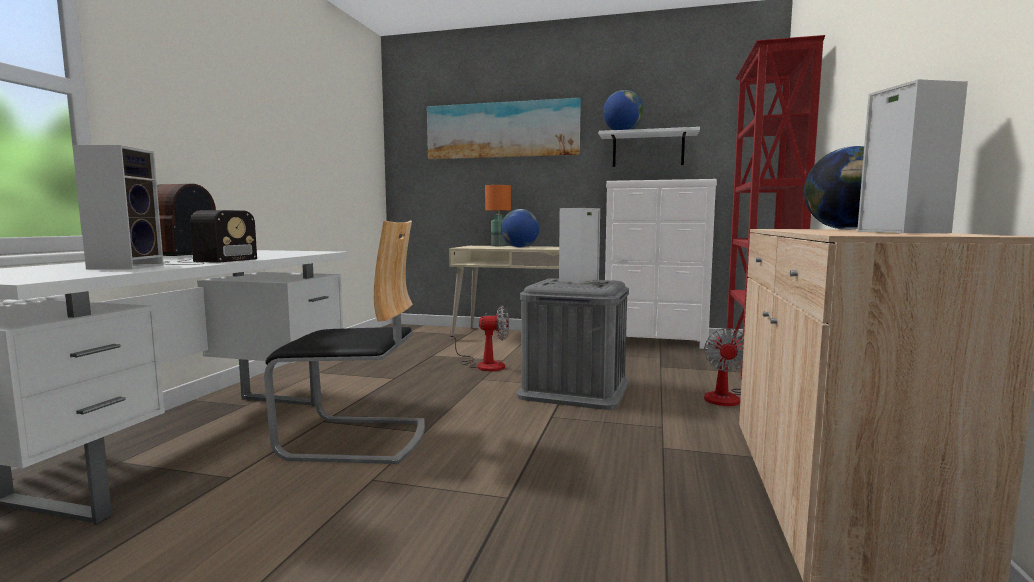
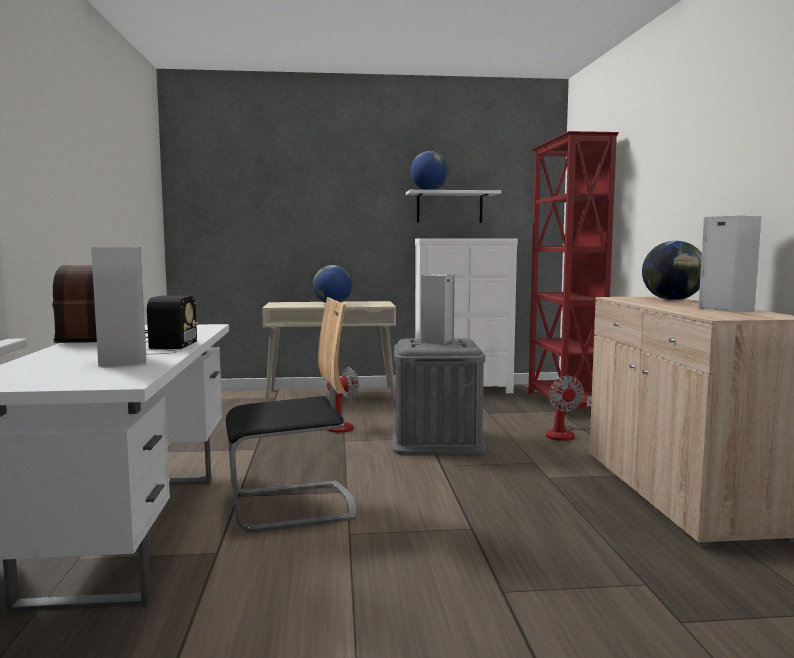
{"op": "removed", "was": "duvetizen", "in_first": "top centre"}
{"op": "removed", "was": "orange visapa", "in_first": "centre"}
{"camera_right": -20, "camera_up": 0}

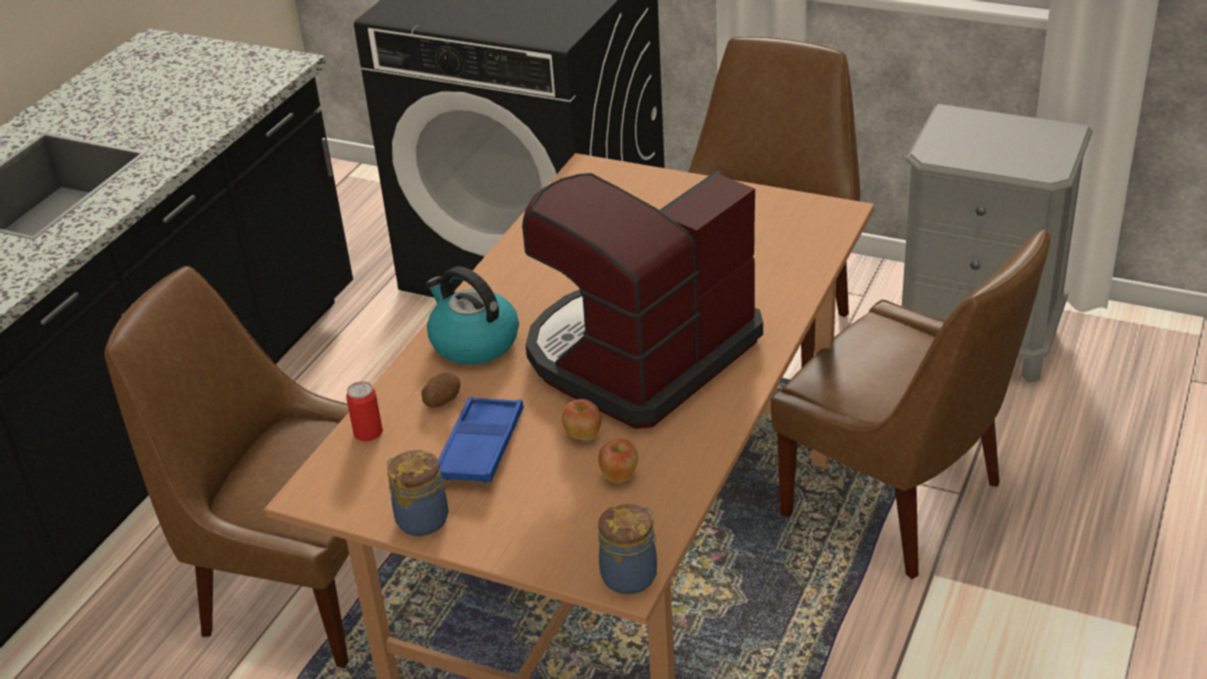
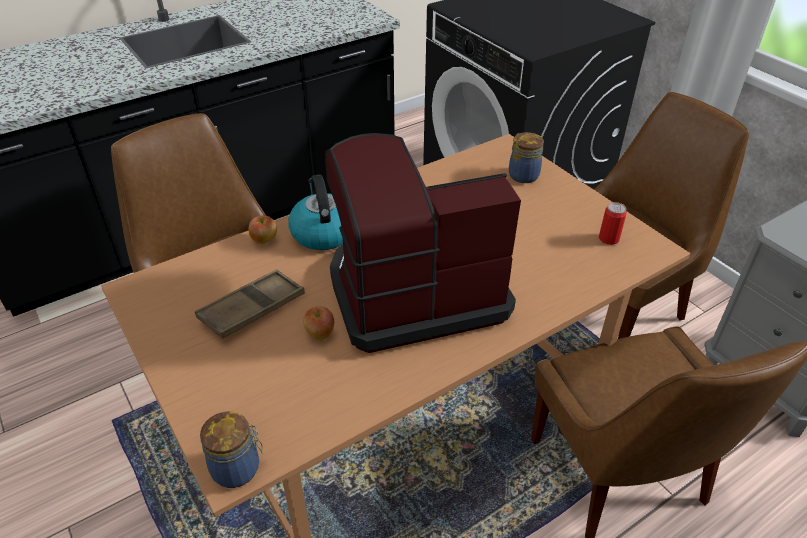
{"op": "moved", "was": "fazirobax", "in_first": "middle left", "in_second": "middle right"}
{"op": "moved", "was": "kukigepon (1st from left in the first image)", "now": "kukigepon (2nd from left)", "in_first": "bottom centre", "in_second": "top centre"}
{"op": "removed", "was": "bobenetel", "in_first": "centre"}
{"op": "recoloured", "was": "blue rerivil", "now": "brown rerivil", "in_first": "centre", "in_second": "middle left"}
{"op": "moved", "was": "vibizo (2nd from left in the first image)", "now": "vibizo (1st from left)", "in_first": "bottom centre", "in_second": "middle left"}
{"camera_right": 30, "camera_up": 5}

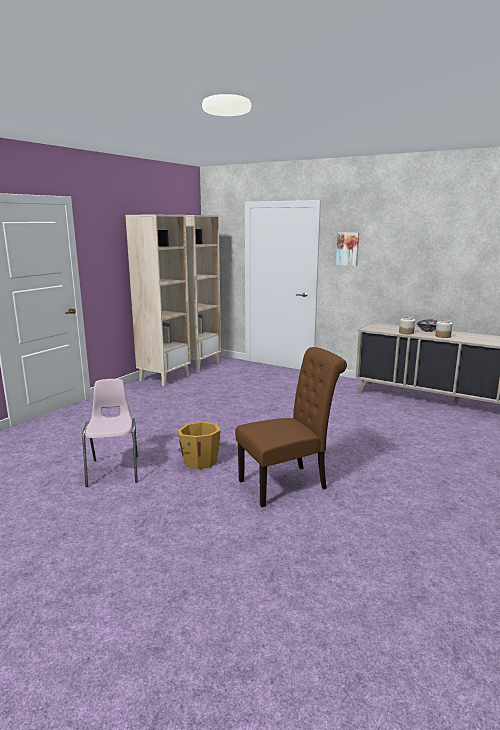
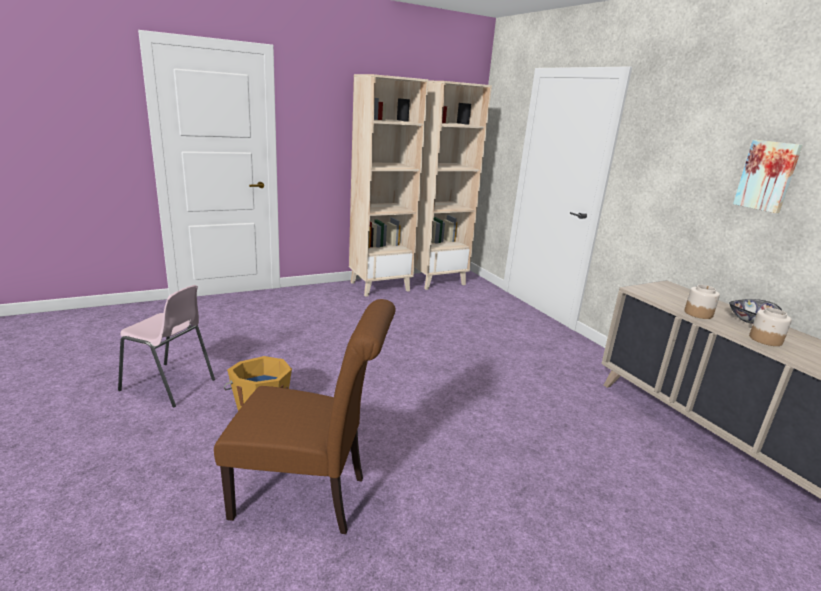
{"op": "turned", "was": "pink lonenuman", "in_first": "middle left", "in_second": "middle left", "clockwise": 90}
{"op": "moved", "was": "duvetizen", "in_first": "middle right", "in_second": "top right"}
{"camera_right": 30, "camera_up": 5}

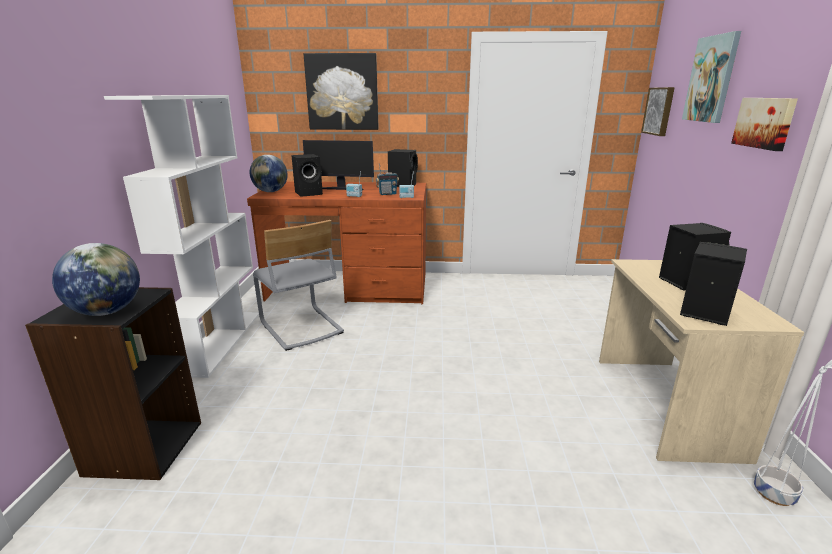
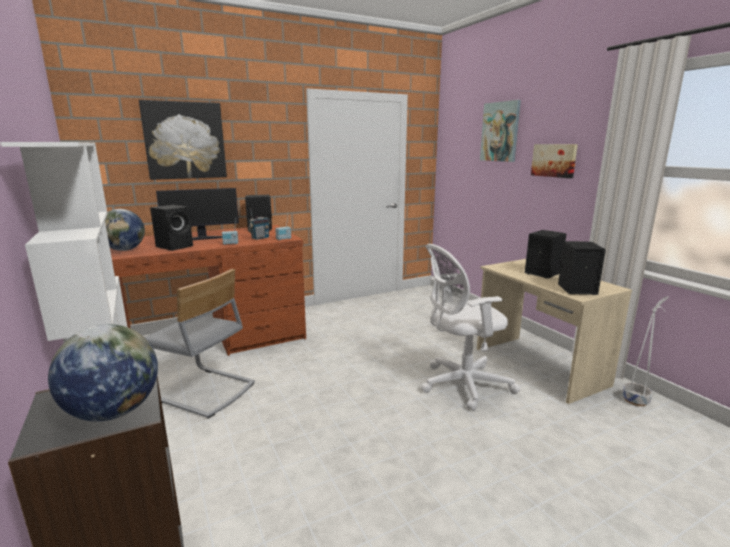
{"op": "removed", "was": "duvetizen (2nd from left)", "in_first": "top right"}
{"op": "added", "now": "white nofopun", "in_second": "centre"}
{"camera_right": -30, "camera_up": -5}

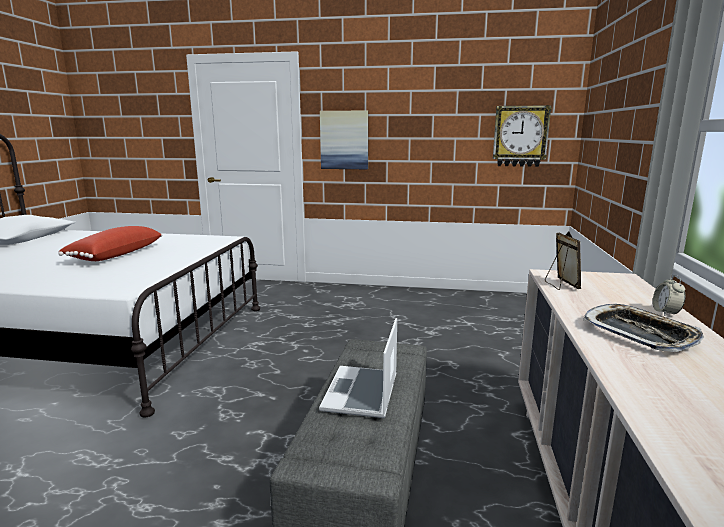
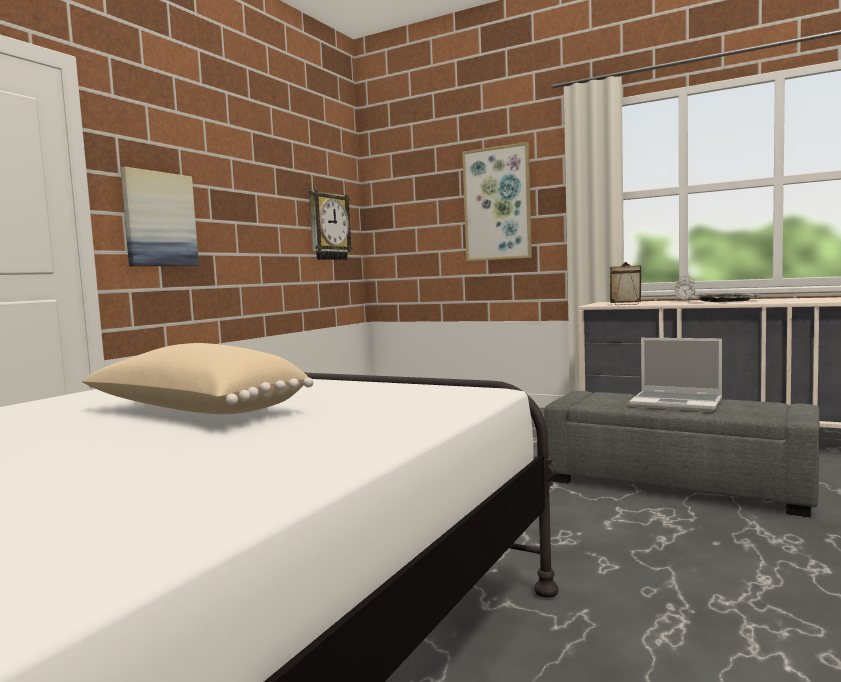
{"op": "recoloured", "was": "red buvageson", "now": "beige buvageson", "in_first": "middle left", "in_second": "middle left"}
{"op": "added", "now": "duvetizen (2nd from left)", "in_second": "top centre"}
{"camera_right": -70, "camera_up": -10}

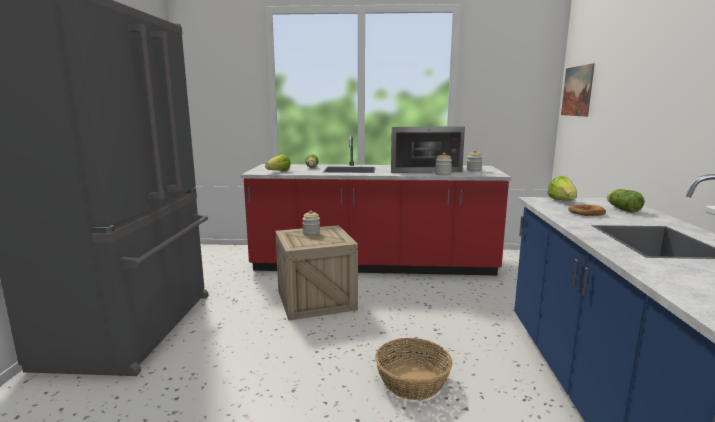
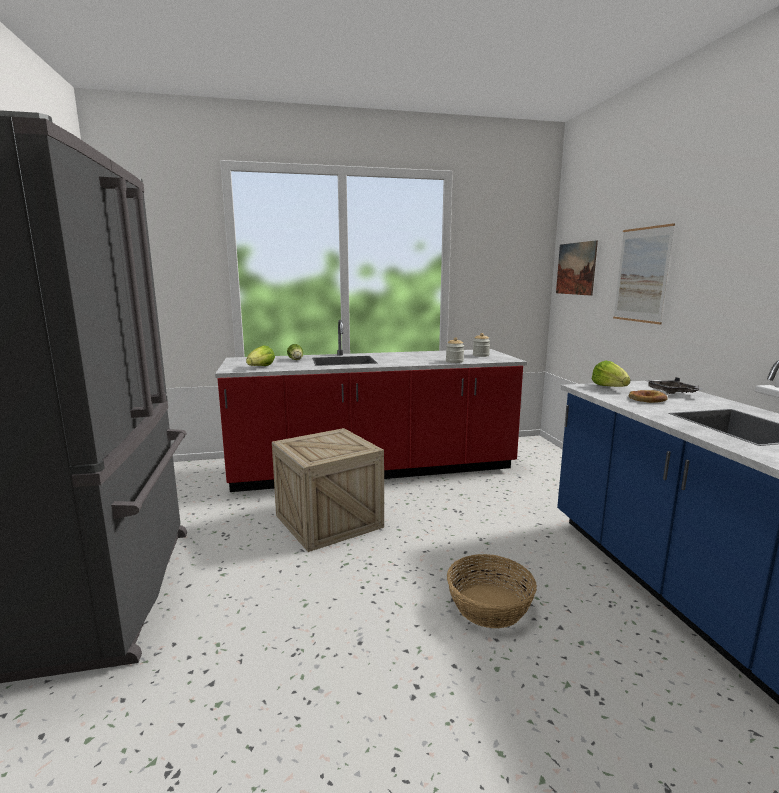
{"op": "removed", "was": "kukigepon (1st from left)", "in_first": "centre"}
{"op": "removed", "was": "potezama", "in_first": "centre"}
{"op": "replaced", "was": "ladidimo (4th from left)", "now": "grey rerivil", "in_first": "middle right", "in_second": "middle right"}
{"op": "added", "now": "duvetizen (2nd from left)", "in_second": "middle right"}
{"camera_right": -15, "camera_up": 0}

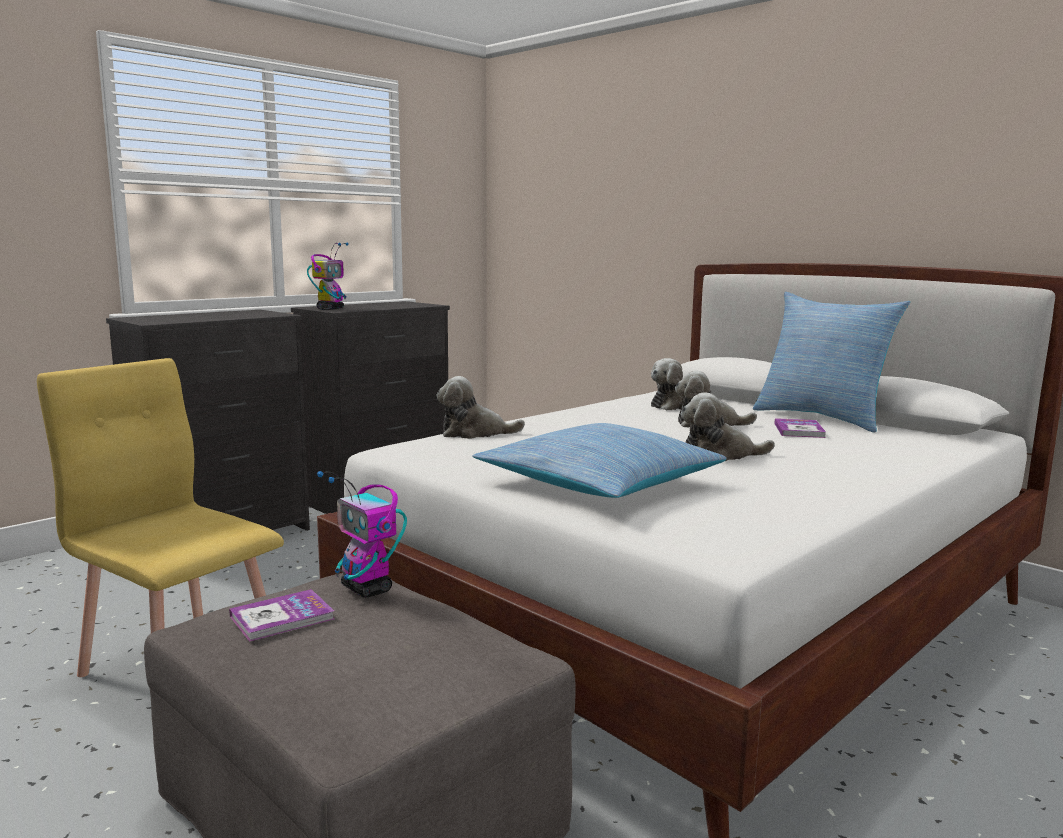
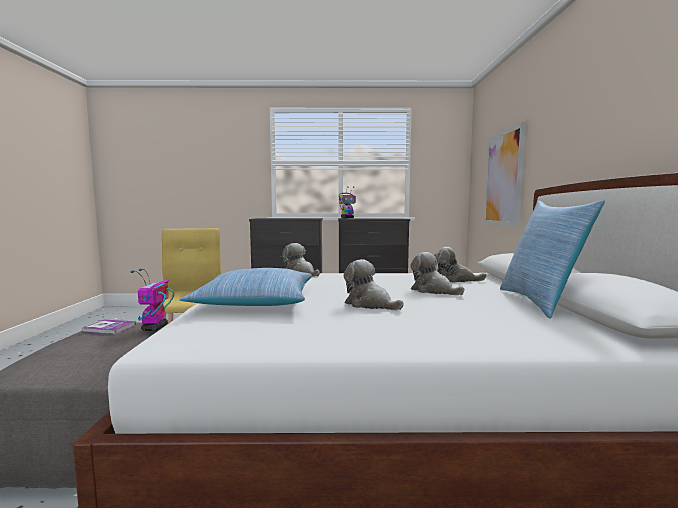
{"op": "removed", "was": "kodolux (2nd from left)", "in_first": "middle right"}
{"op": "added", "now": "duvetizen", "in_second": "middle right"}
{"camera_right": 45, "camera_up": -5}

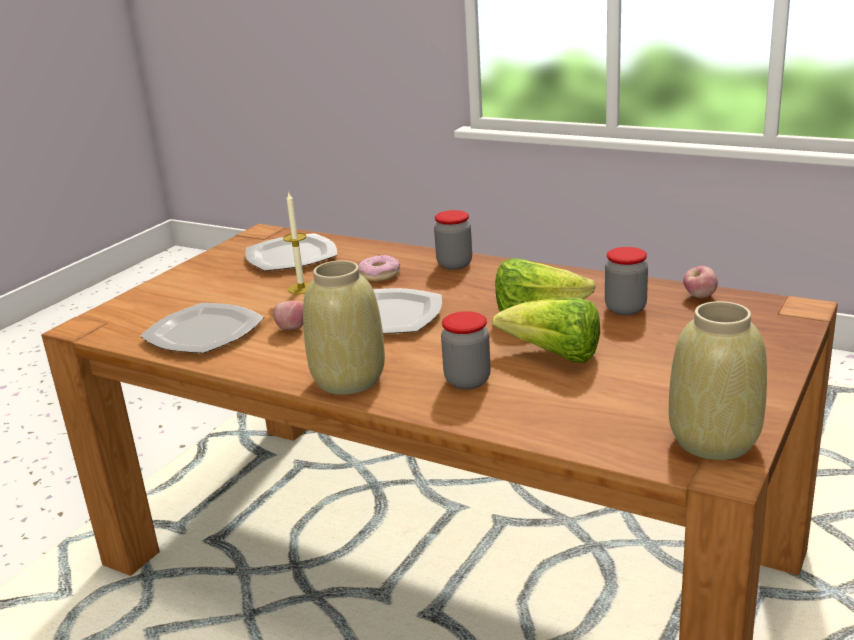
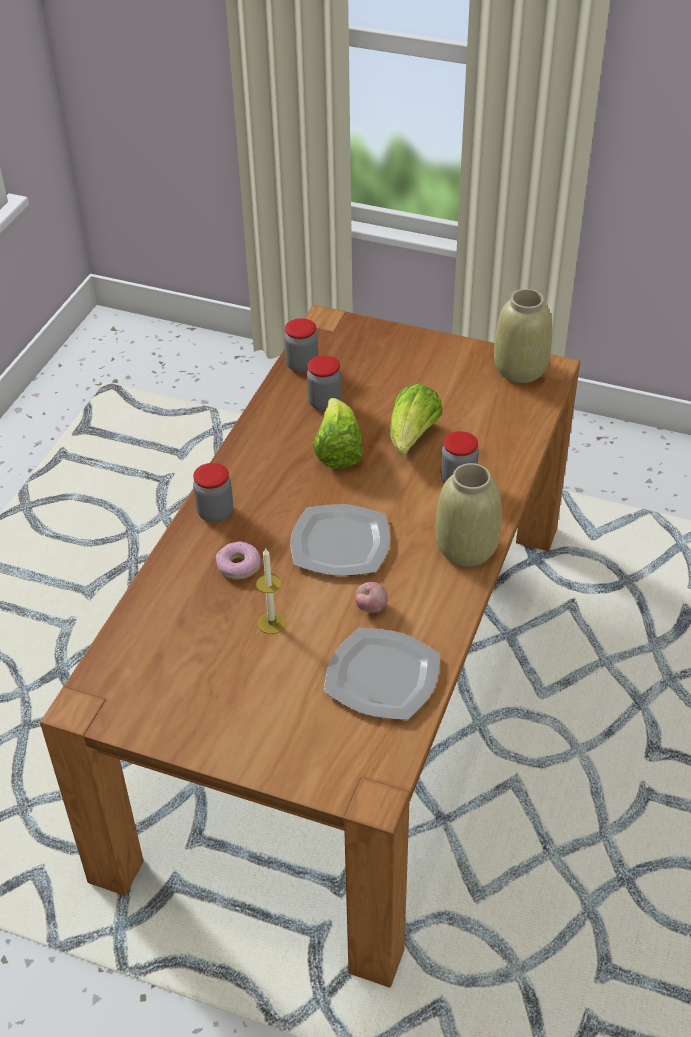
{"op": "removed", "was": "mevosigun (2nd from left)", "in_first": "centre"}
{"op": "replaced", "was": "vibizo (2nd from left)", "now": "kukigepon (2nd from left)", "in_first": "middle right", "in_second": "top centre"}
{"camera_right": -100, "camera_up": 20}

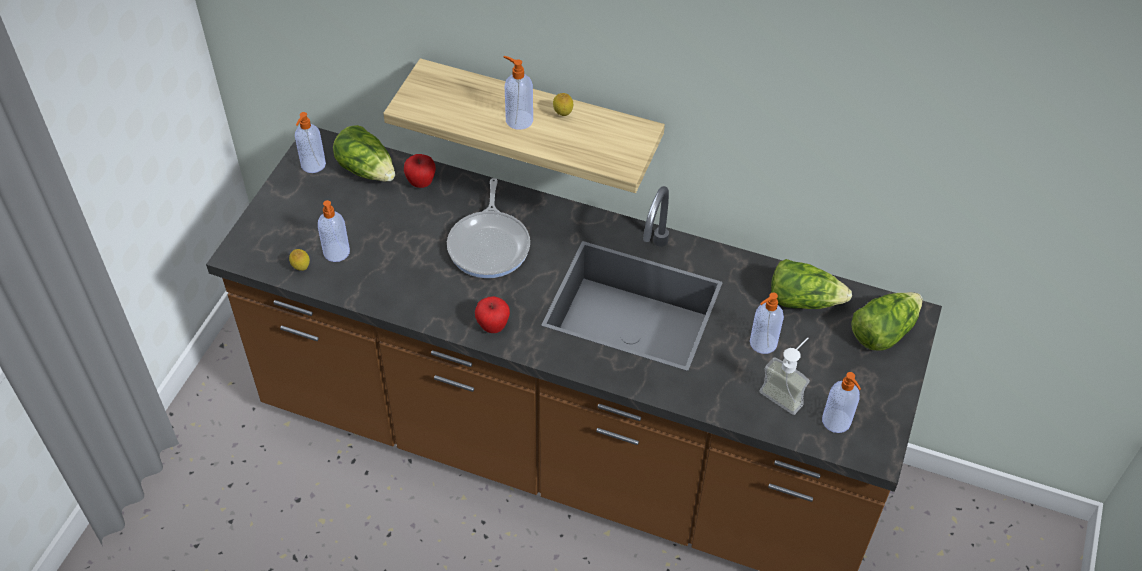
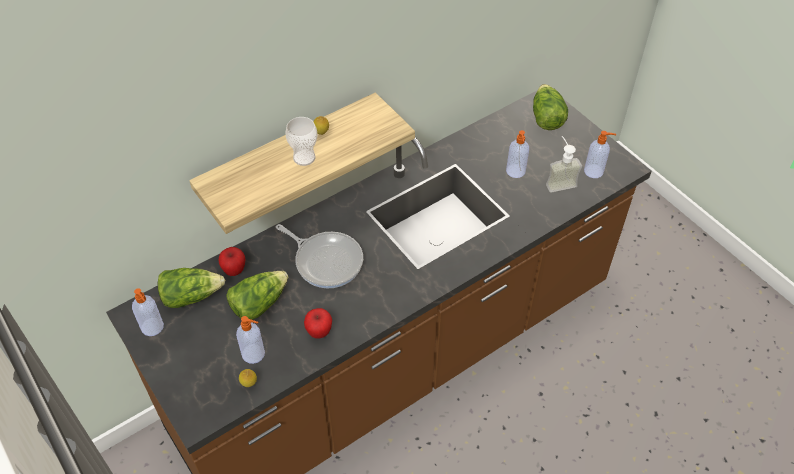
{"op": "moved", "was": "vibizo (2nd from left)", "in_first": "centre", "in_second": "bottom centre"}
{"op": "replaced", "was": "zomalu (3rd from left)", "now": "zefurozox", "in_first": "top centre", "in_second": "top centre"}
{"op": "moved", "was": "ladidimo (2nd from left)", "in_first": "middle right", "in_second": "middle left"}
{"camera_right": -55, "camera_up": 0}

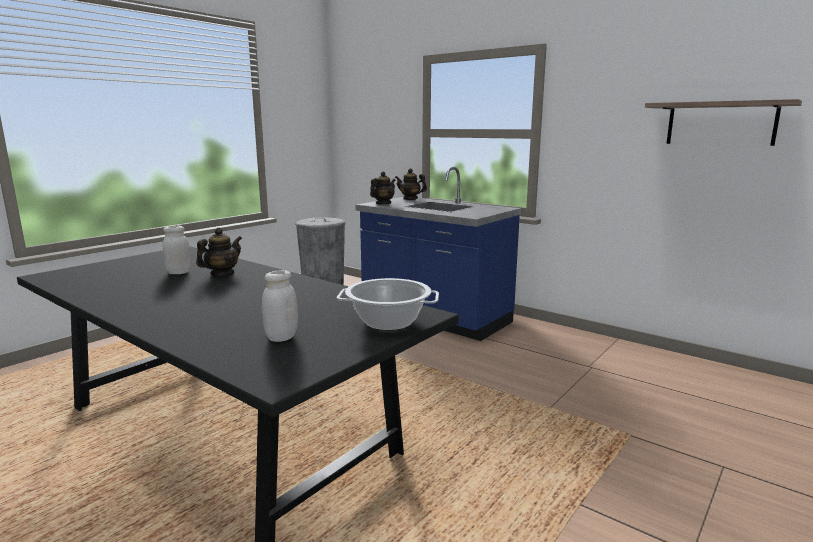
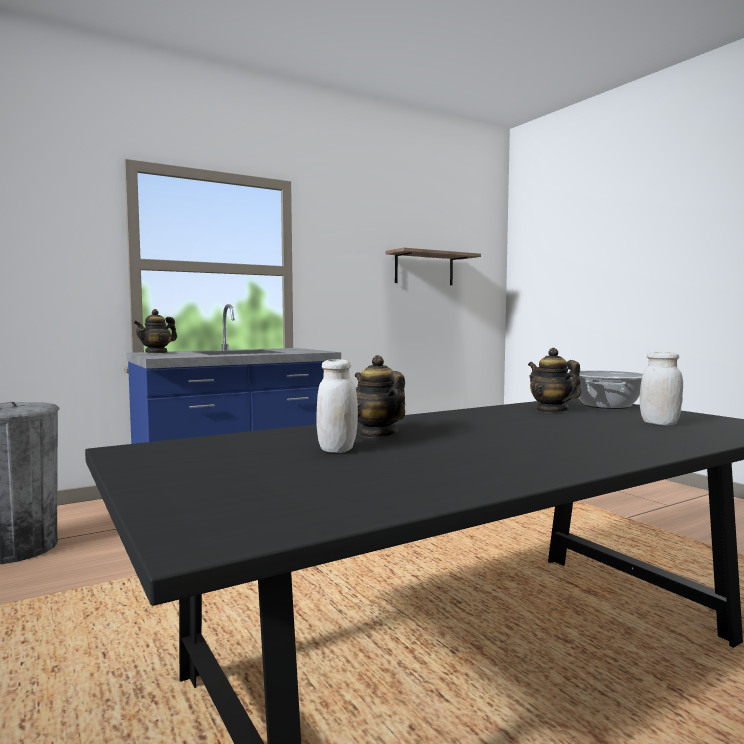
{"op": "moved", "was": "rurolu (2nd from left in the first image)", "now": "rurolu (3rd from left)", "in_first": "centre", "in_second": "middle right"}
{"camera_right": -70, "camera_up": -10}

